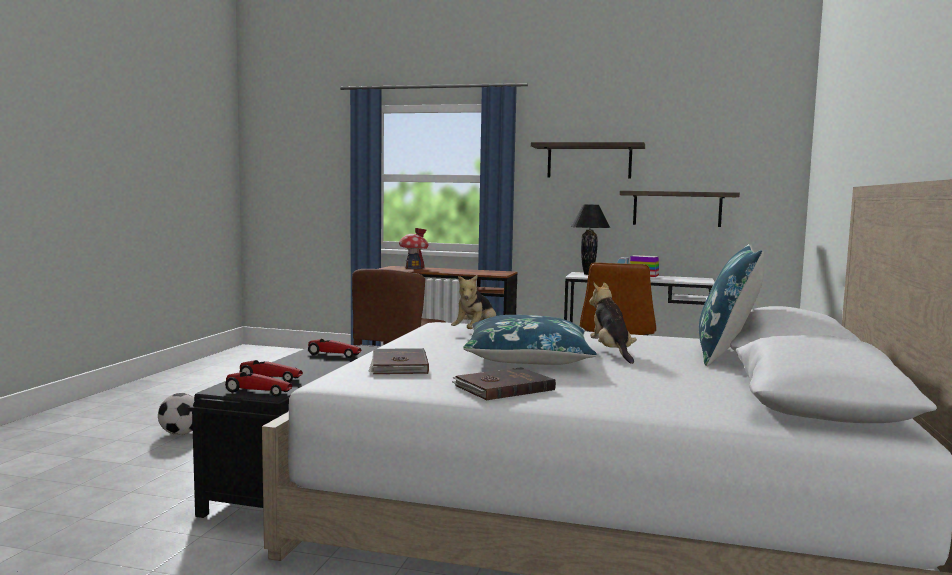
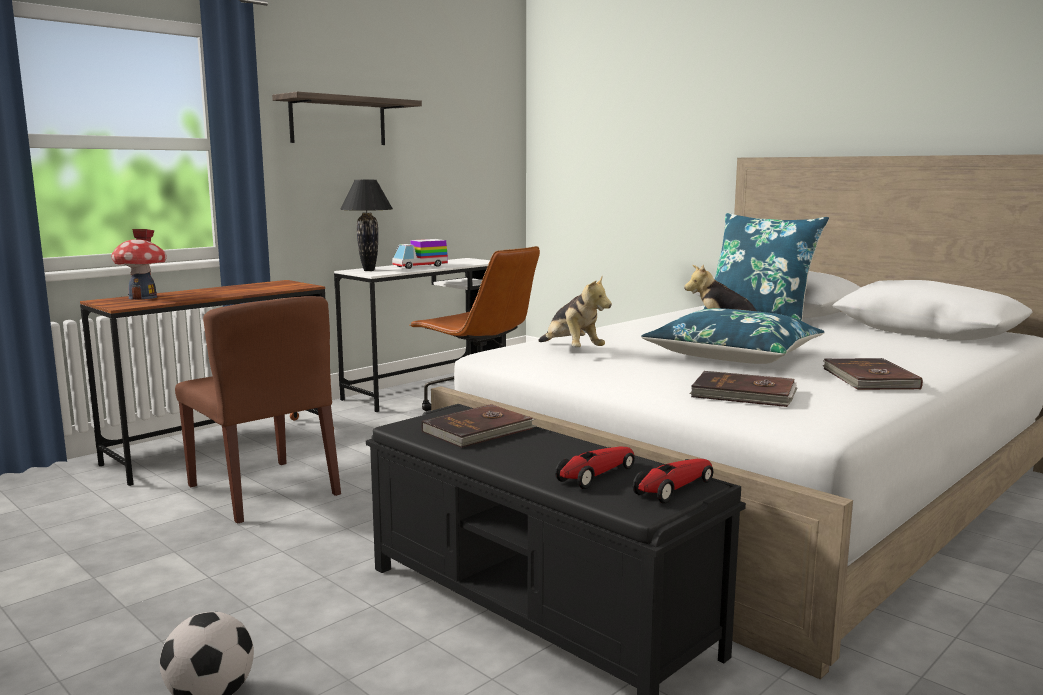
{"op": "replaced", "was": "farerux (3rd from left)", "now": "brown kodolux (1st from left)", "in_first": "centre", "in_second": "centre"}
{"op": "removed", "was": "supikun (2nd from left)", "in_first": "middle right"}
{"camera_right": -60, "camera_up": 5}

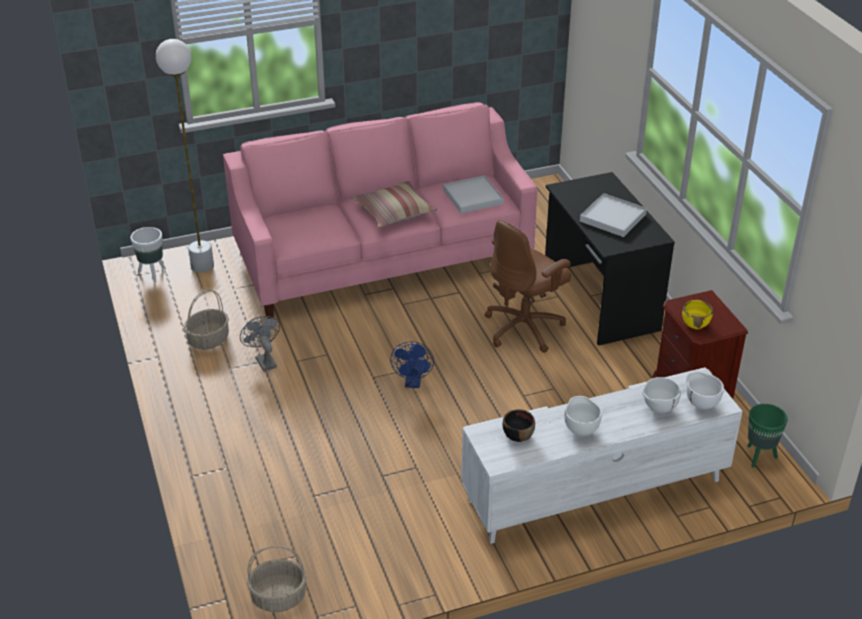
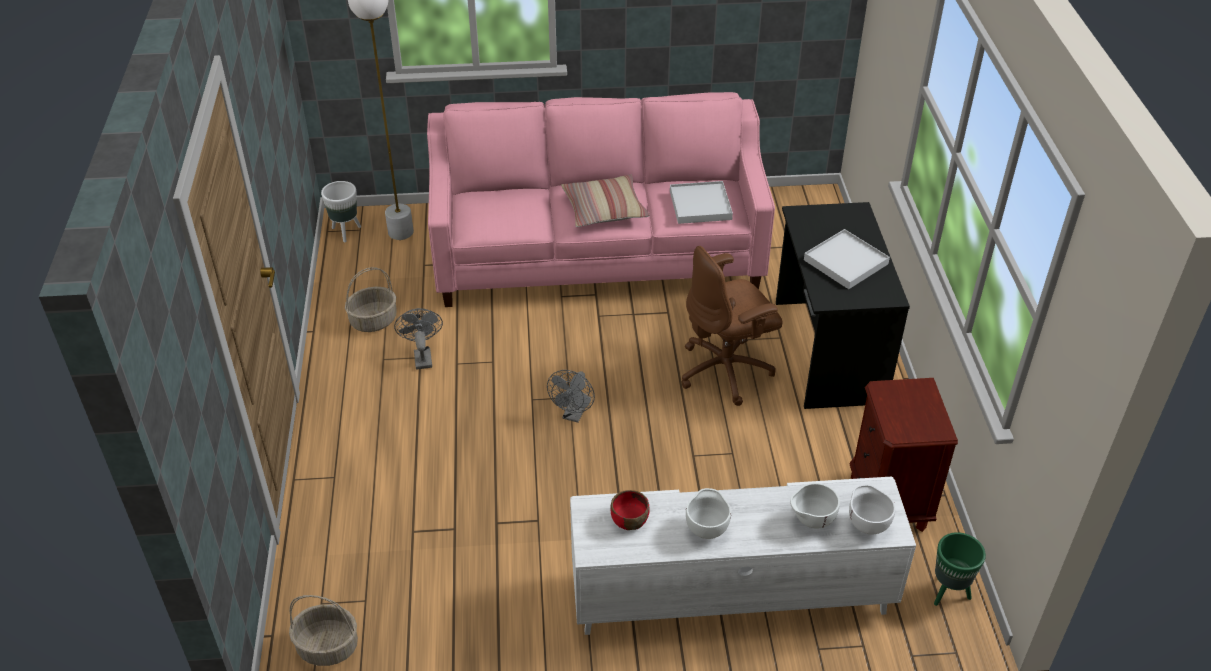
{"op": "recoloured", "was": "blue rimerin", "now": "grey rimerin (2nd from left)", "in_first": "centre", "in_second": "centre"}
{"op": "recoloured", "was": "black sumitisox", "now": "red sumitisox", "in_first": "bottom centre", "in_second": "bottom centre"}
{"op": "removed", "was": "yellow sumitisox", "in_first": "middle right"}
{"camera_right": 15, "camera_up": 5}

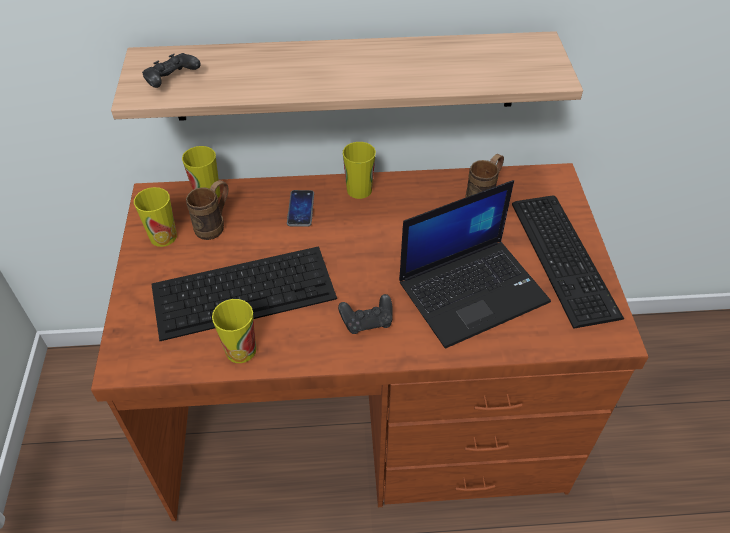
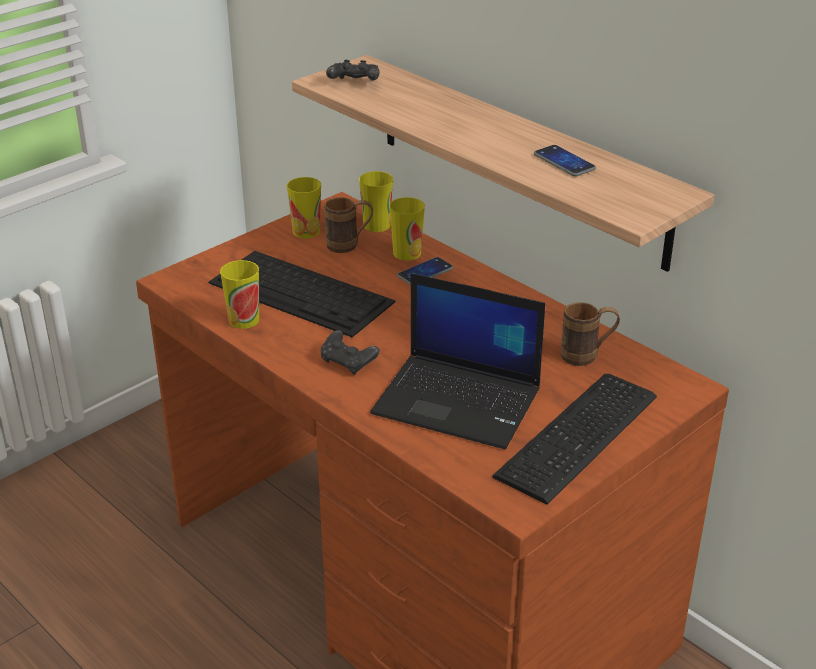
{"op": "moved", "was": "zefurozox (4th from left)", "in_first": "top centre", "in_second": "centre"}
{"op": "added", "now": "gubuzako (2nd from left)", "in_second": "top right"}
{"camera_right": 50, "camera_up": -15}

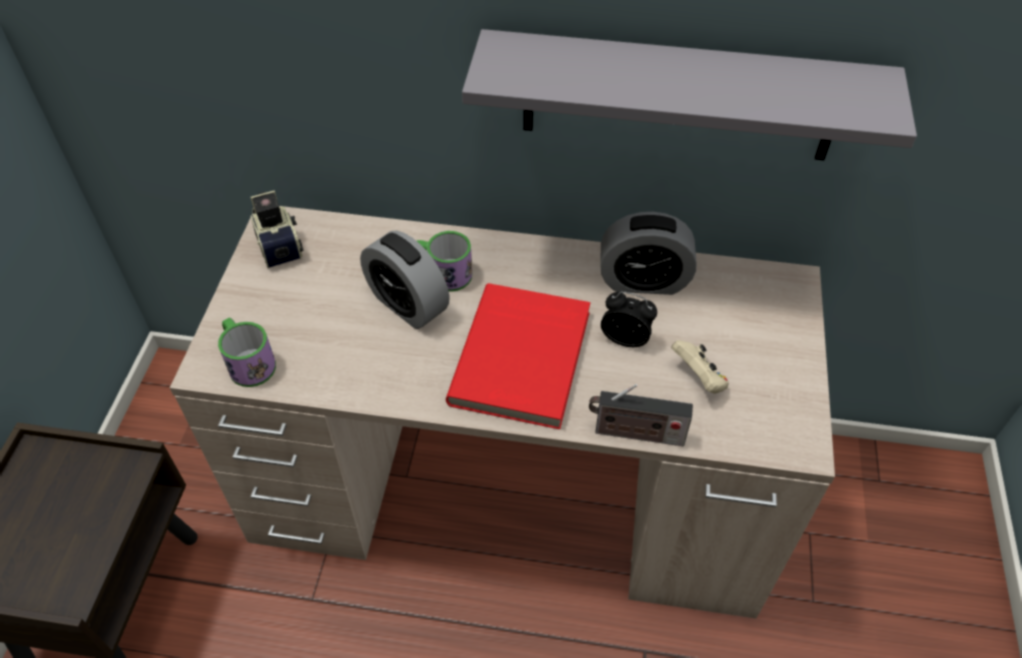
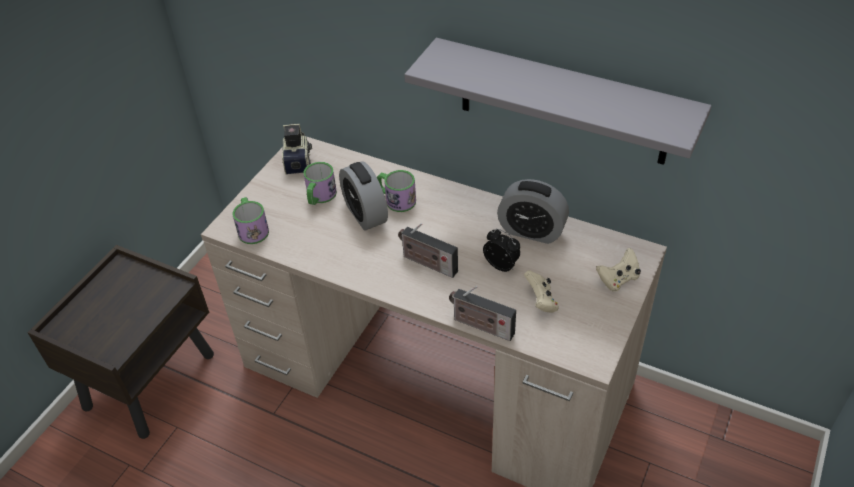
{"op": "replaced", "was": "red kodolux", "now": "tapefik (1st from left)", "in_first": "centre", "in_second": "centre"}
{"op": "added", "now": "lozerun (2nd from left)", "in_second": "centre"}
{"op": "added", "now": "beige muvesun (2nd from left)", "in_second": "middle right"}
{"camera_right": 20, "camera_up": -5}

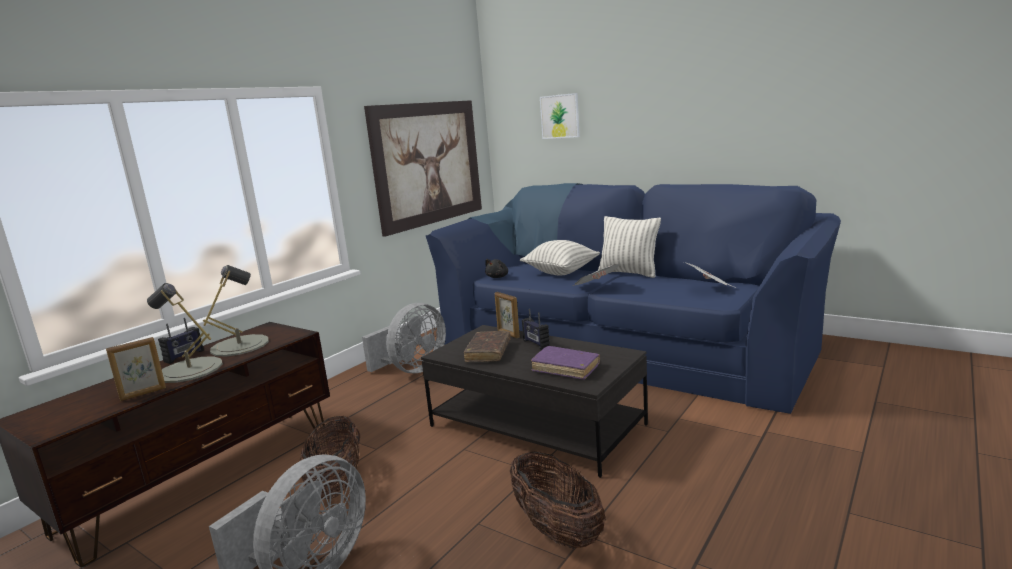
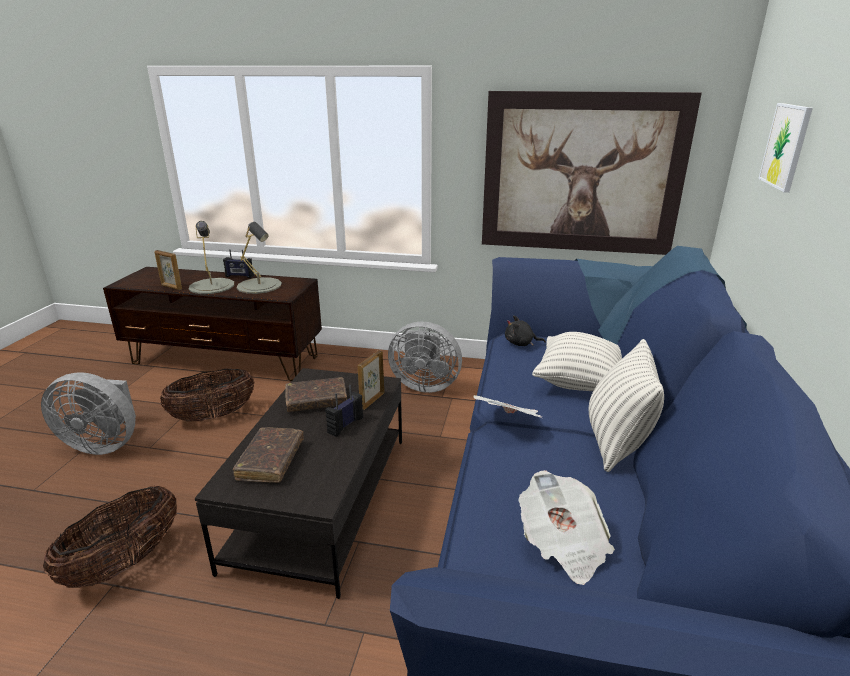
{"op": "recoloured", "was": "purple kodolux", "now": "brown kodolux (1st from left)", "in_first": "centre", "in_second": "bottom left"}
{"camera_right": 65, "camera_up": 10}

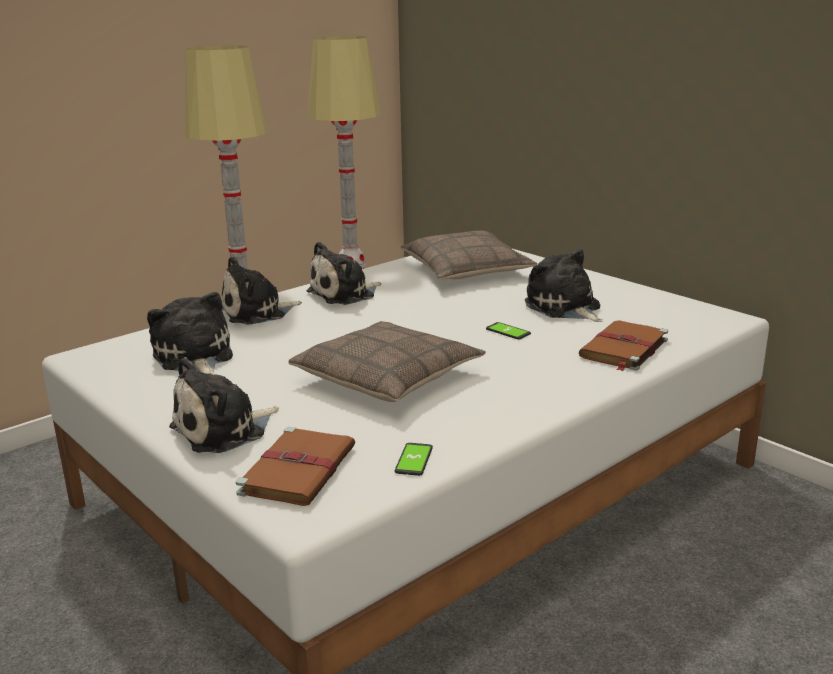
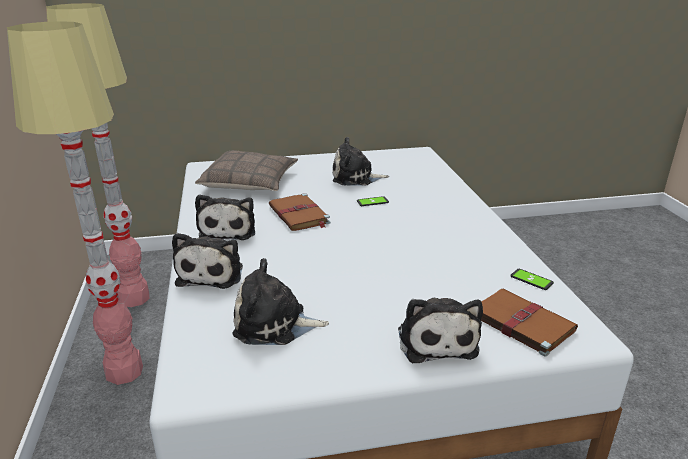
{"op": "removed", "was": "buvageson (1st from left)", "in_first": "centre"}
{"op": "moved", "was": "brown kodolux (2nd from left in the first image)", "now": "brown kodolux (1st from left)", "in_first": "middle right", "in_second": "centre"}
{"camera_right": -60, "camera_up": 5}

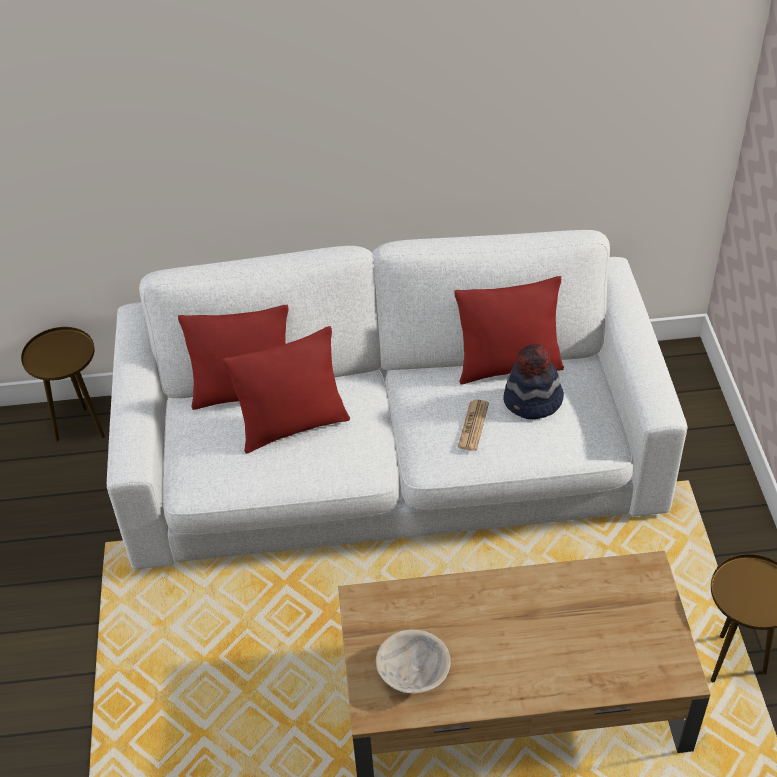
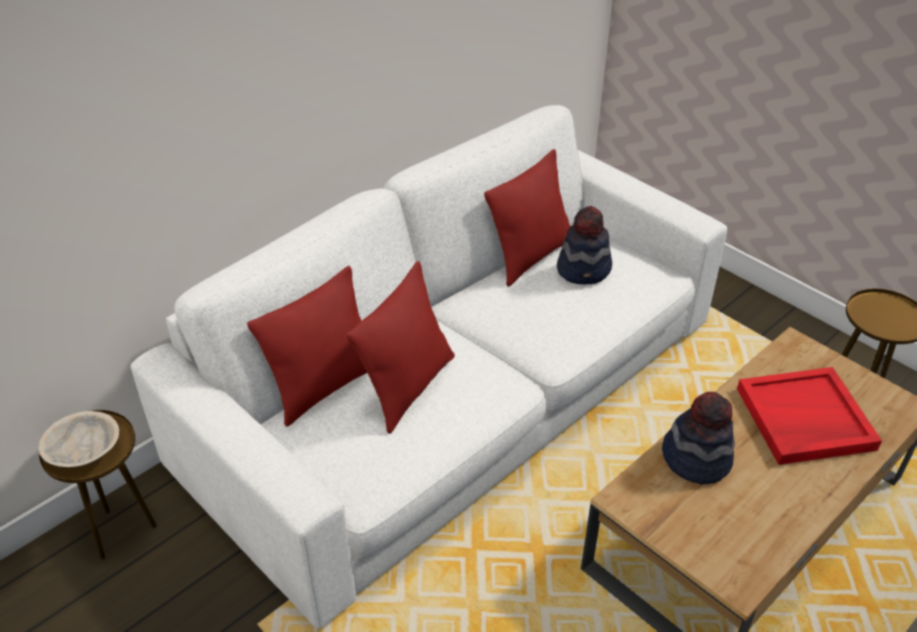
{"op": "moved", "was": "beige sumitisox", "in_first": "bottom centre", "in_second": "bottom left"}
{"op": "removed", "was": "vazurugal", "in_first": "centre"}
{"op": "added", "now": "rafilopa (2nd from left)", "in_second": "bottom right"}
{"op": "added", "now": "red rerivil", "in_second": "middle right"}
{"camera_right": -40, "camera_up": -5}

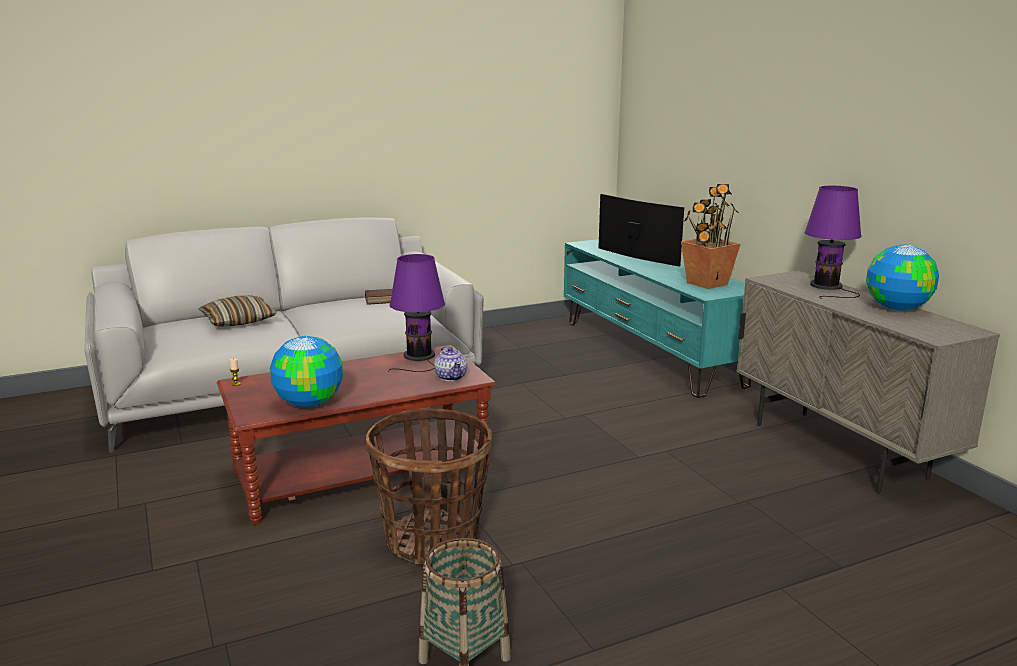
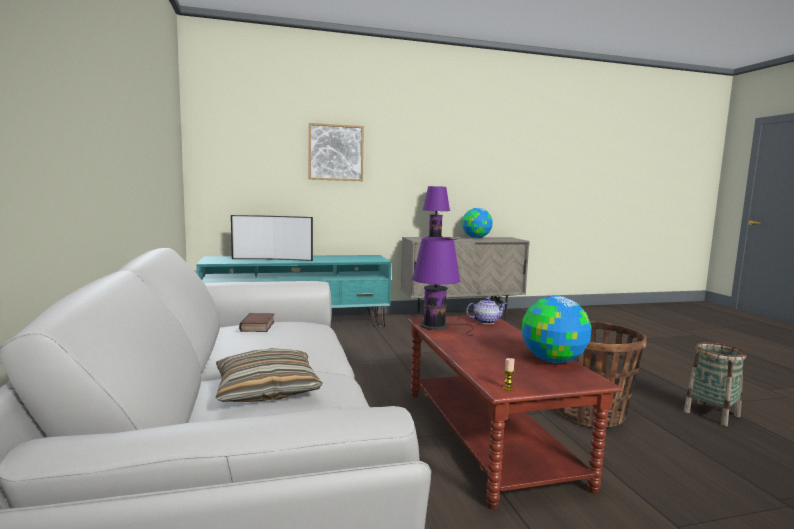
{"op": "turned", "was": "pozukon", "in_first": "centre", "in_second": "centre", "clockwise": -150}
{"op": "removed", "was": "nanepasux", "in_first": "middle right"}
{"op": "added", "now": "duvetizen", "in_second": "top centre"}
{"camera_right": -80, "camera_up": -10}

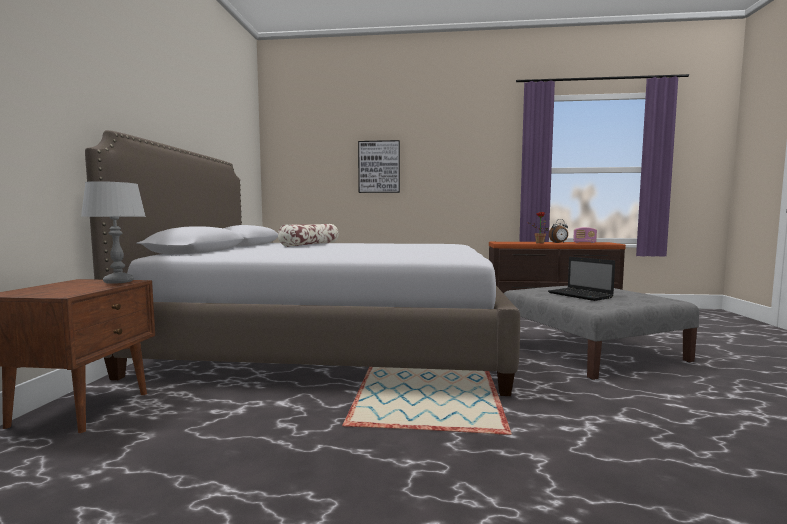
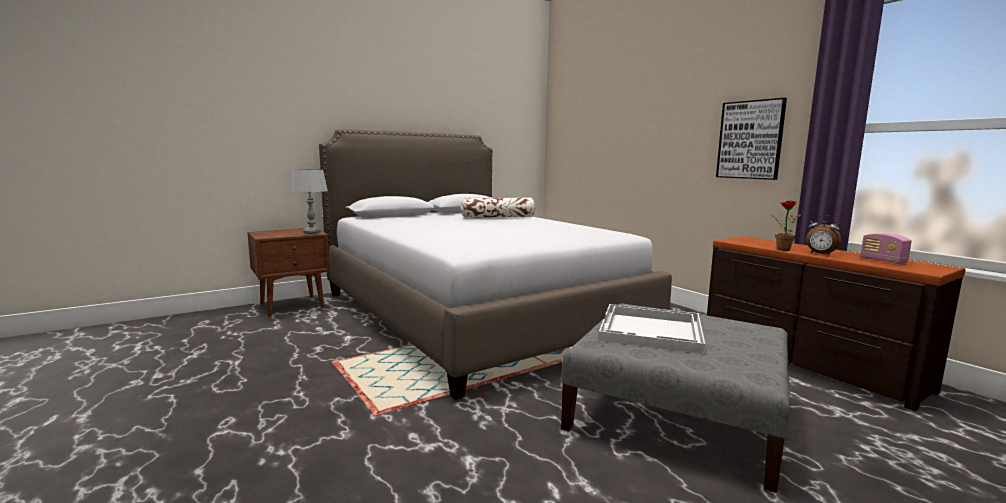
{"op": "moved", "was": "duvetizen", "in_first": "top centre", "in_second": "top right"}
{"op": "replaced", "was": "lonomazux", "now": "white rerivil", "in_first": "middle right", "in_second": "centre"}
{"camera_right": 50, "camera_up": 5}

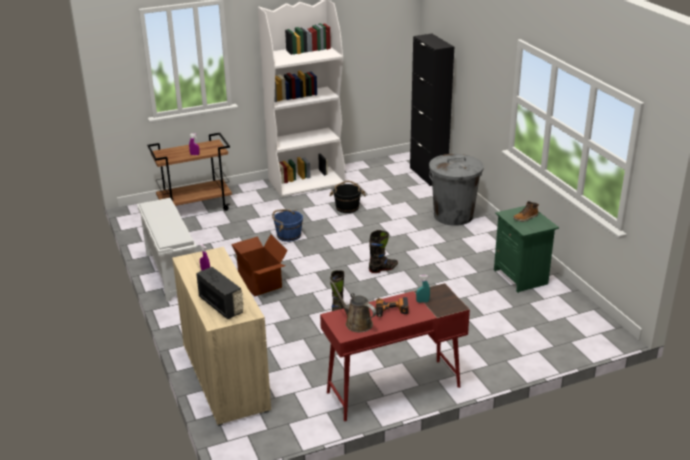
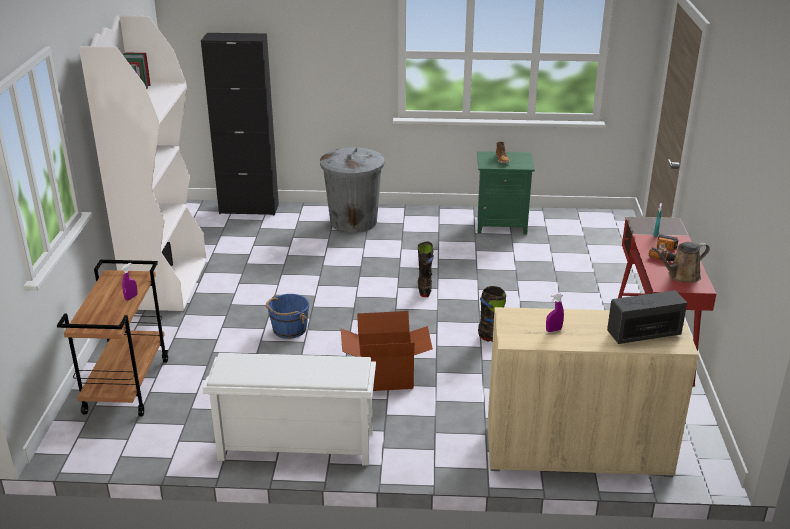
{"op": "removed", "was": "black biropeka", "in_first": "centre"}
{"camera_right": -65, "camera_up": 0}

